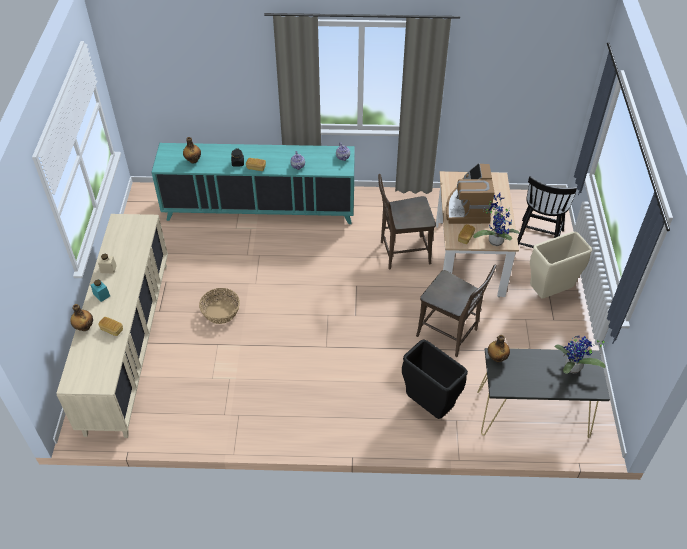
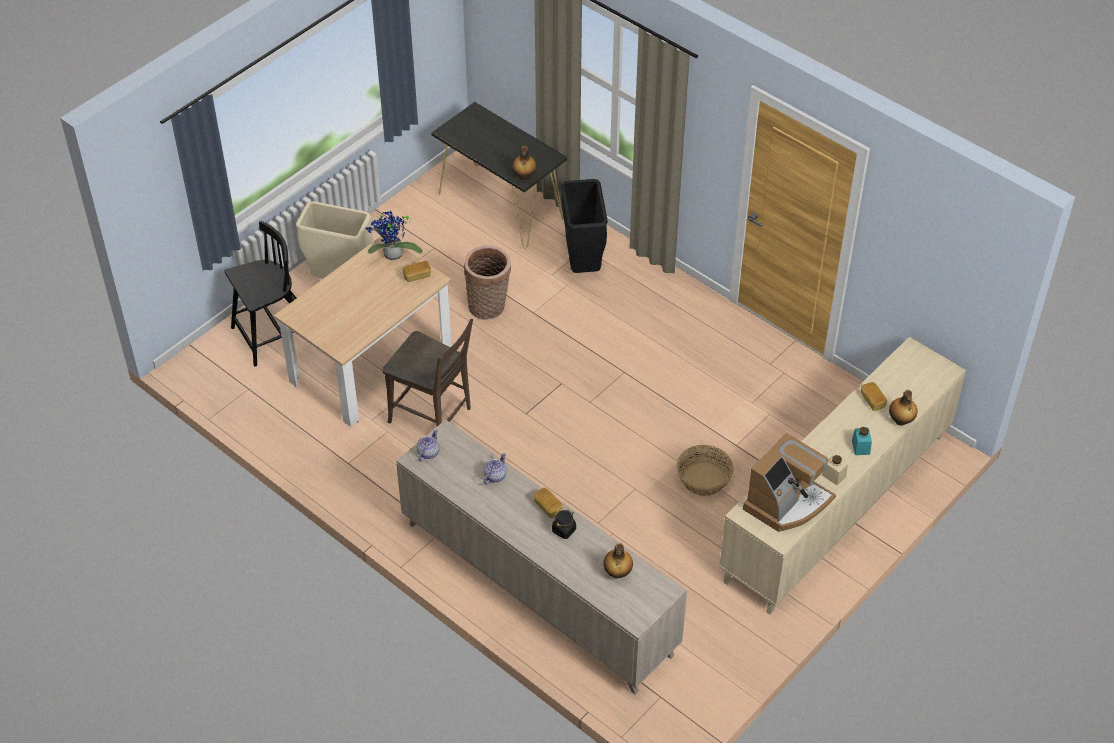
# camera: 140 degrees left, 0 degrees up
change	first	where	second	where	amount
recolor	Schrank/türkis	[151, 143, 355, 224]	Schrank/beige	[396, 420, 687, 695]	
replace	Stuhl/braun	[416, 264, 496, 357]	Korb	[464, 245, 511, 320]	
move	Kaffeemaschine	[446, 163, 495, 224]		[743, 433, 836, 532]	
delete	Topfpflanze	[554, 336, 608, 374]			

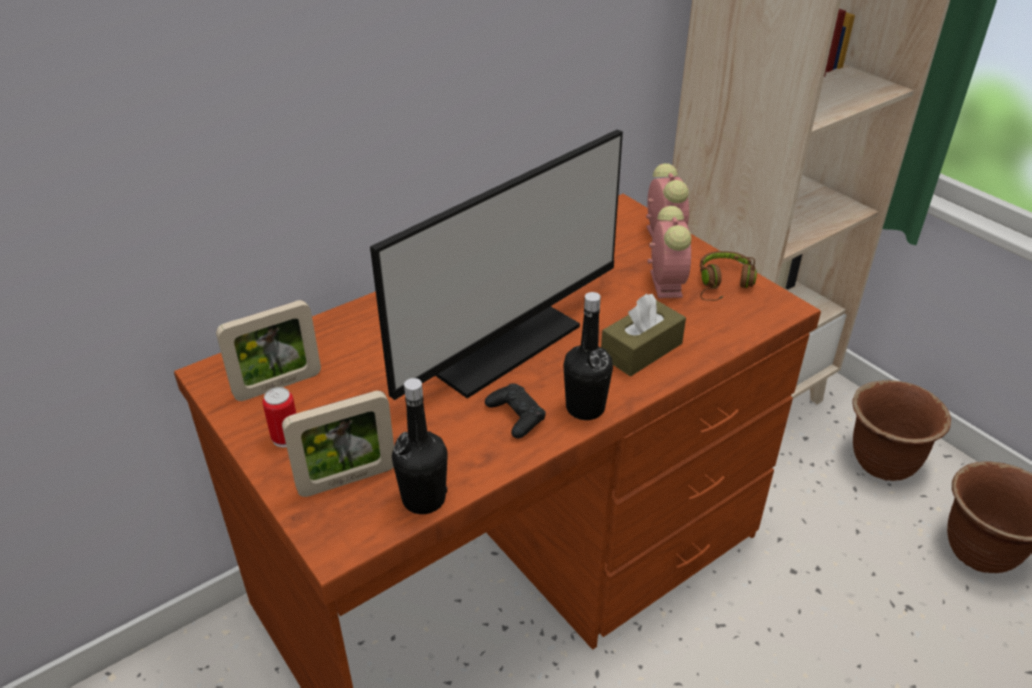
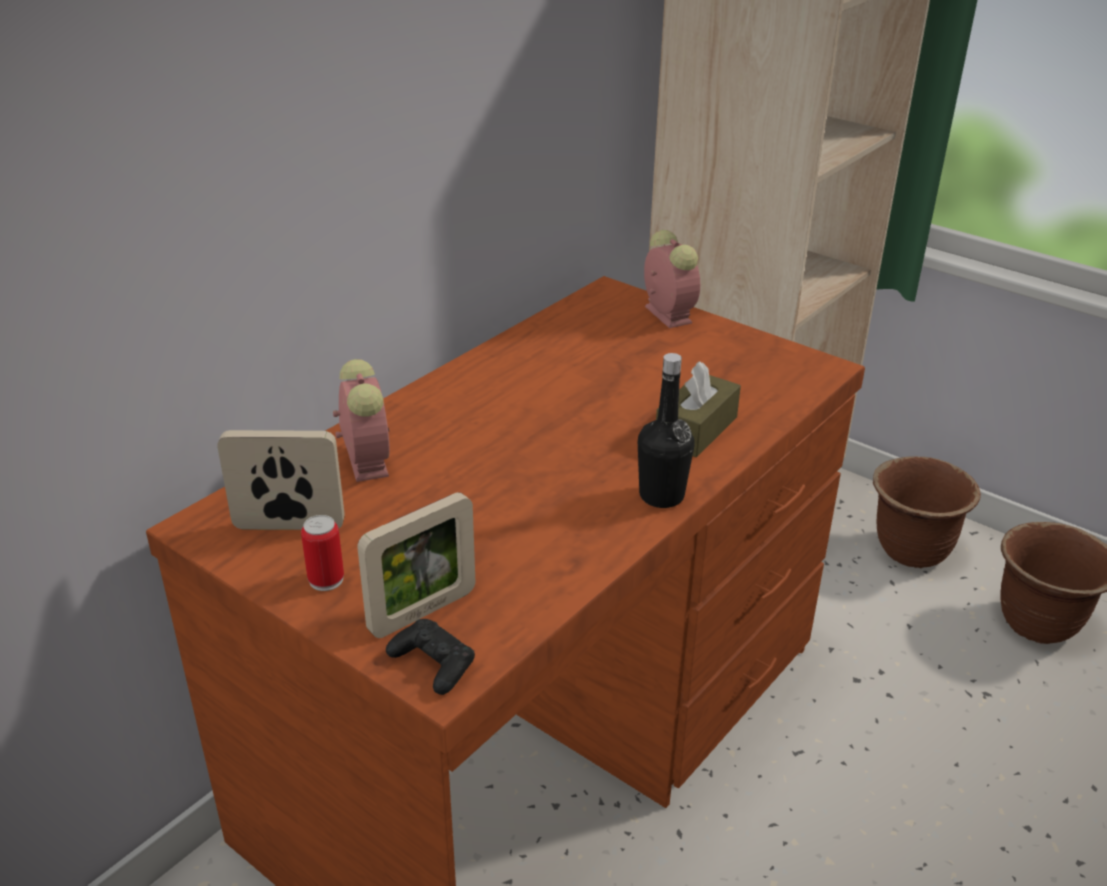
# camera: 15 degrees left, 5 degrees down
change	first	where	second	where	amount
rotate	Bilderrahmen	[216, 300, 321, 401]		[217, 430, 345, 530]	135 degrees counterclockwise
move	Wecker	[647, 206, 691, 298]		[333, 359, 390, 482]	
move	Gamepad/schwarz	[485, 384, 546, 439]		[386, 619, 475, 695]	
delete	Monitor	[370, 130, 623, 400]			
delete	Flasche/schwarz	[392, 378, 448, 514]			
delete	Kopfhörer/braun	[700, 251, 757, 301]			

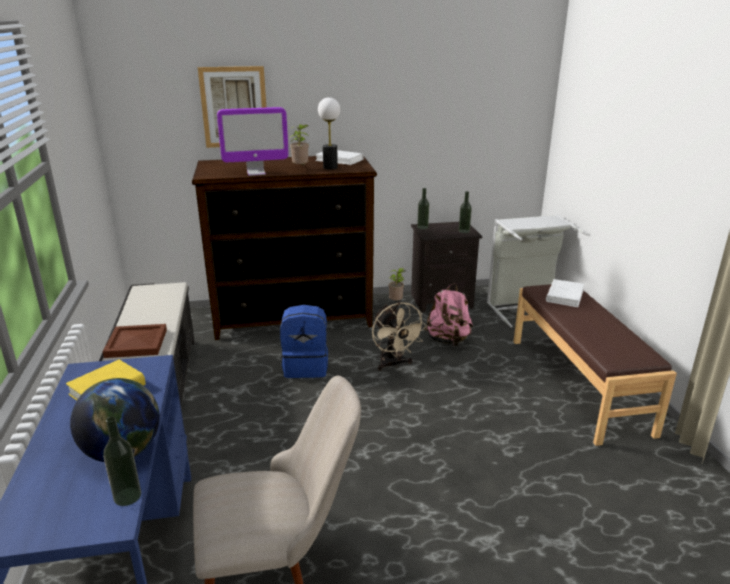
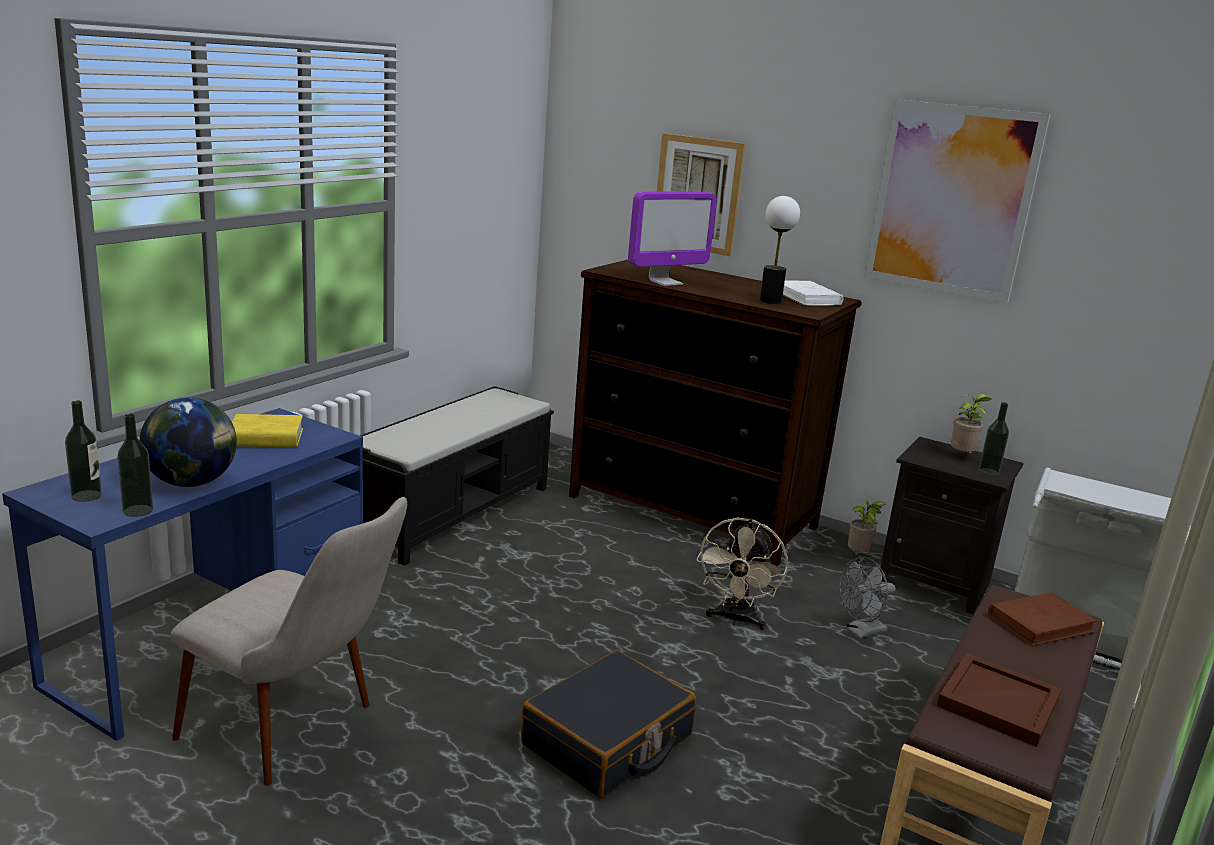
# camera: 40 degrees right, 5 degrees down
change	first	where	second	where	amount
move	Flasche	[417, 188, 429, 229]		[65, 401, 102, 502]	
insert			Koffer/schwarz	[521, 650, 696, 798]	
rotate	Monitor	[217, 107, 289, 176]		[628, 192, 717, 286]	60 degrees counterclockwise
replace	Rucksack/rosa	[424, 283, 473, 346]	Ventilator/grau	[839, 557, 896, 639]	
insert			Bild	[864, 99, 1050, 303]	
move	Tablett/braun	[103, 324, 167, 358]		[937, 653, 1062, 747]	
move	Topfpflanze	[289, 124, 309, 166]		[951, 394, 991, 453]	
recolor	Buch/weiß	[546, 279, 584, 307]	Buch/braun	[988, 592, 1097, 646]	
delete	Rucksack/blau	[280, 305, 328, 378]			

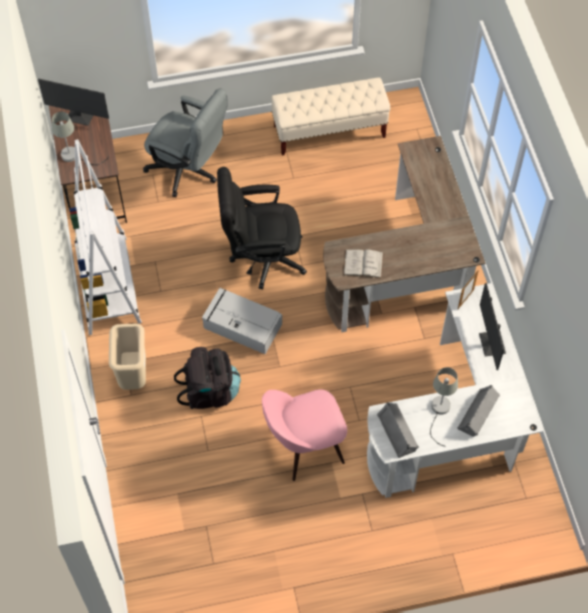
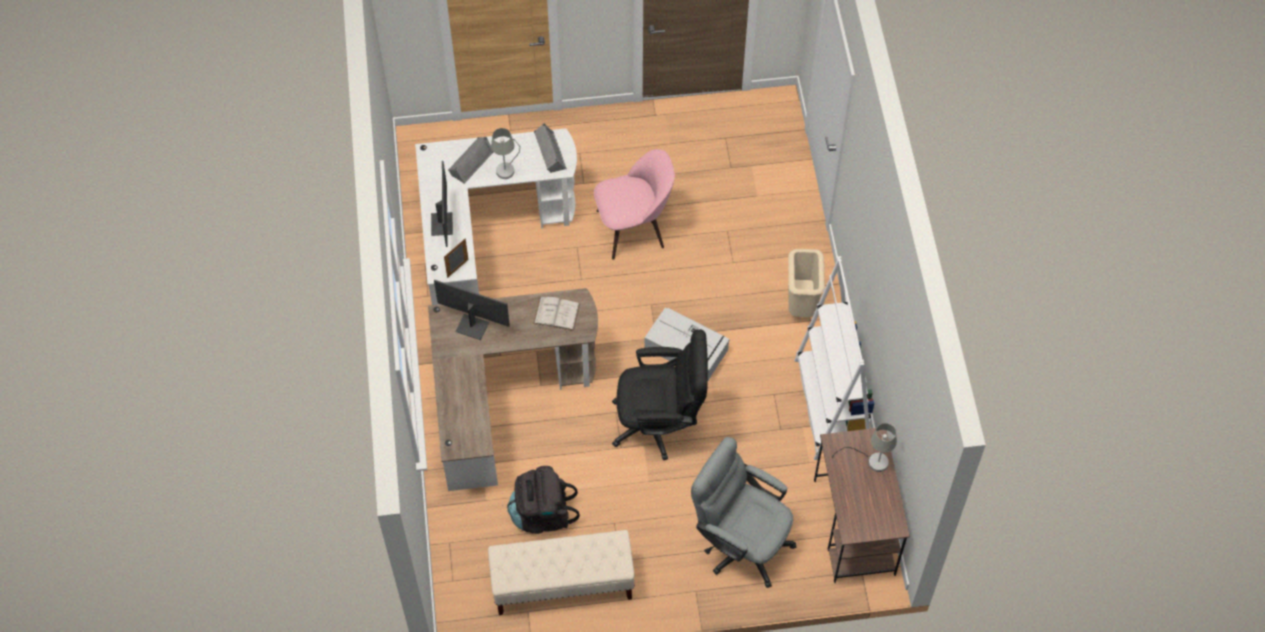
# camera: 175 degrees left, 0 degrees up
change	first	where	second	where	amount
move	Monitor	[38, 78, 109, 126]		[434, 280, 510, 340]	
move	Rucksack/schwarz	[174, 347, 241, 409]		[507, 466, 580, 534]	

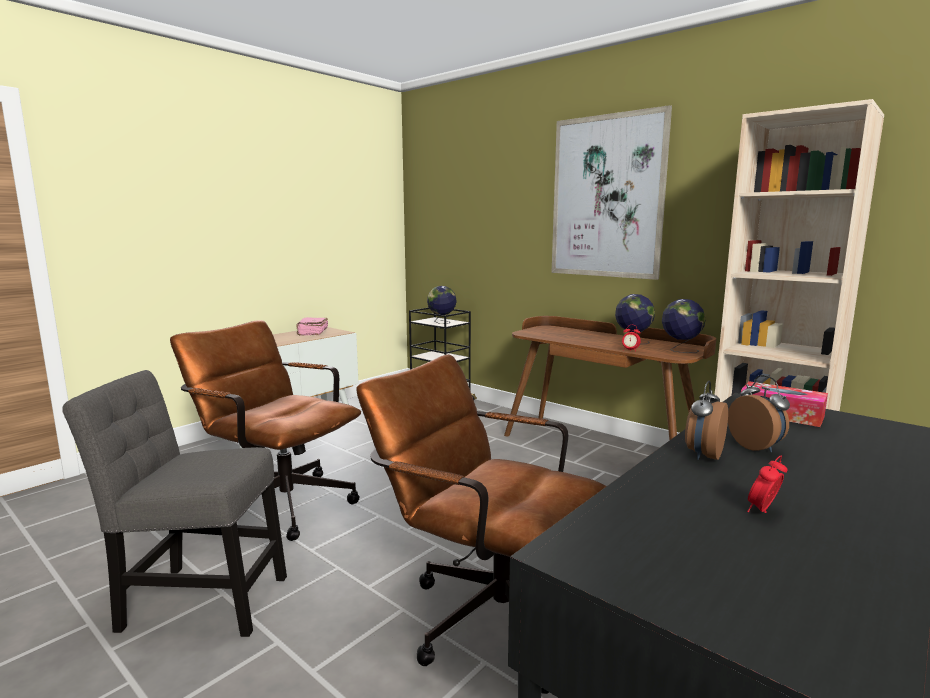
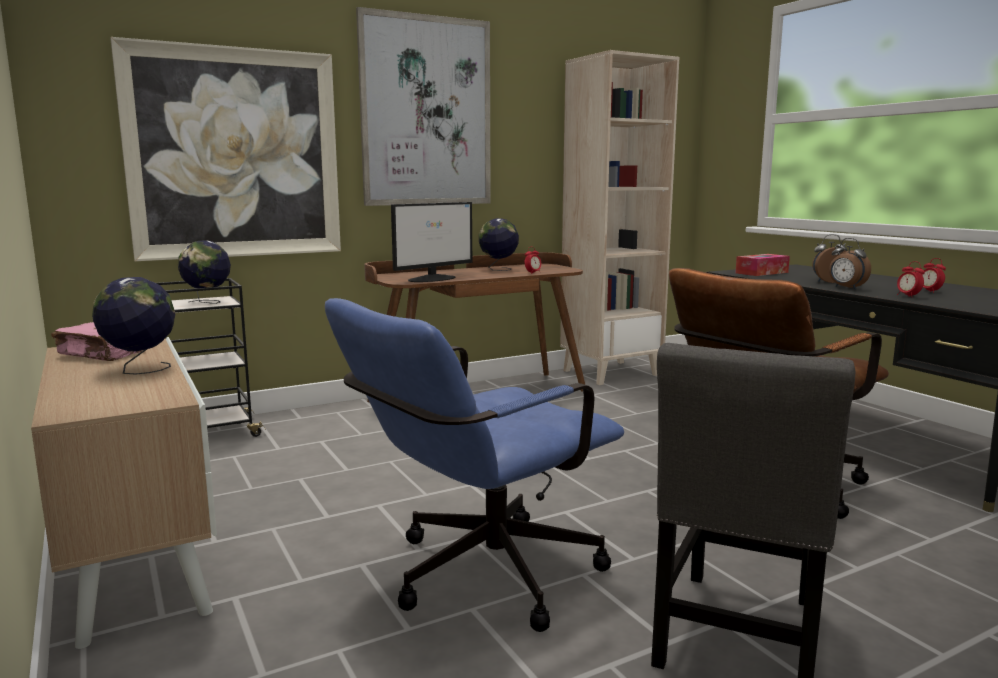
# camera: 70 degrees left, 0 degrees up
change	first	where	second	where	amount
move	Globus	[662, 299, 706, 353]		[92, 277, 176, 375]	
insert			Bild	[110, 37, 341, 261]	
recolor	Bürostuhl/braun	[170, 320, 361, 541]	Bürostuhl/blau	[325, 298, 624, 632]	
insert			Monitor	[391, 202, 472, 282]	
insert			Wecker	[897, 261, 925, 296]	

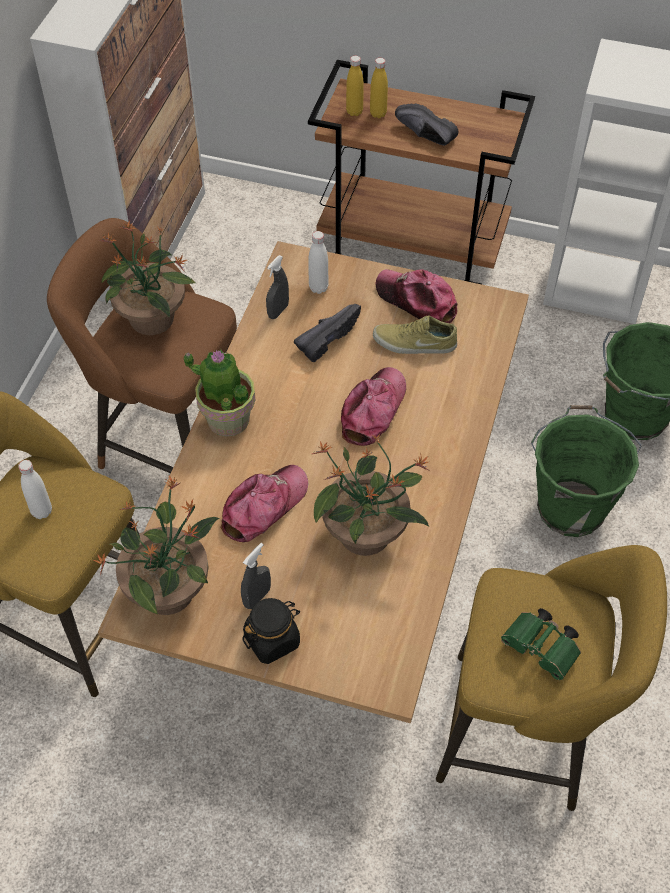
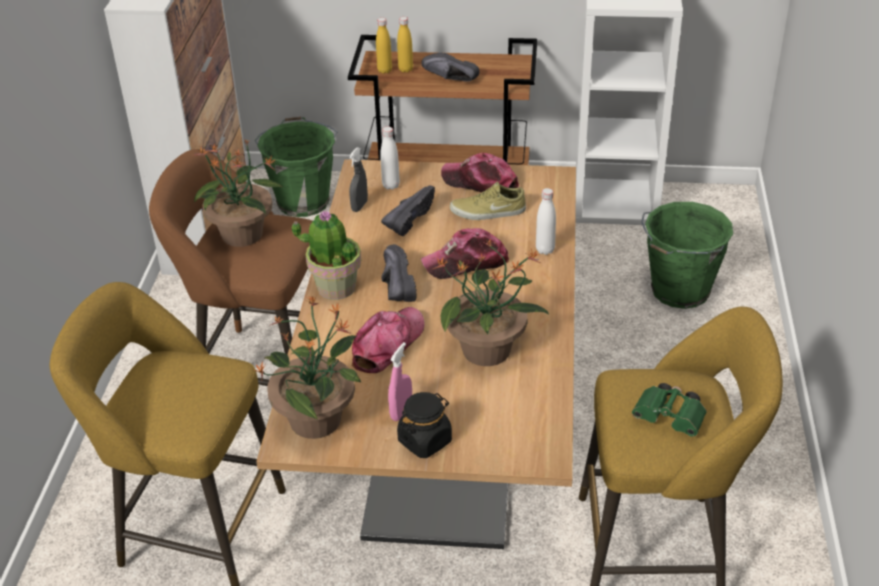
# camera: 10 degrees left, 15 degrees down
change	first	where	second	where	amount
move	Eimer/grün	[531, 405, 642, 537]		[255, 116, 337, 217]	
insert			Schuh/schwarz	[381, 244, 417, 302]	
recolor	Sprühflasche/grau	[241, 543, 271, 609]	Sprühflasche/rosa	[388, 342, 412, 421]	
rotate	Kappe	[341, 367, 406, 446]		[421, 228, 509, 279]	120 degrees counterclockwise
move	Flasche/weiß	[18, 460, 52, 519]		[536, 188, 556, 255]	

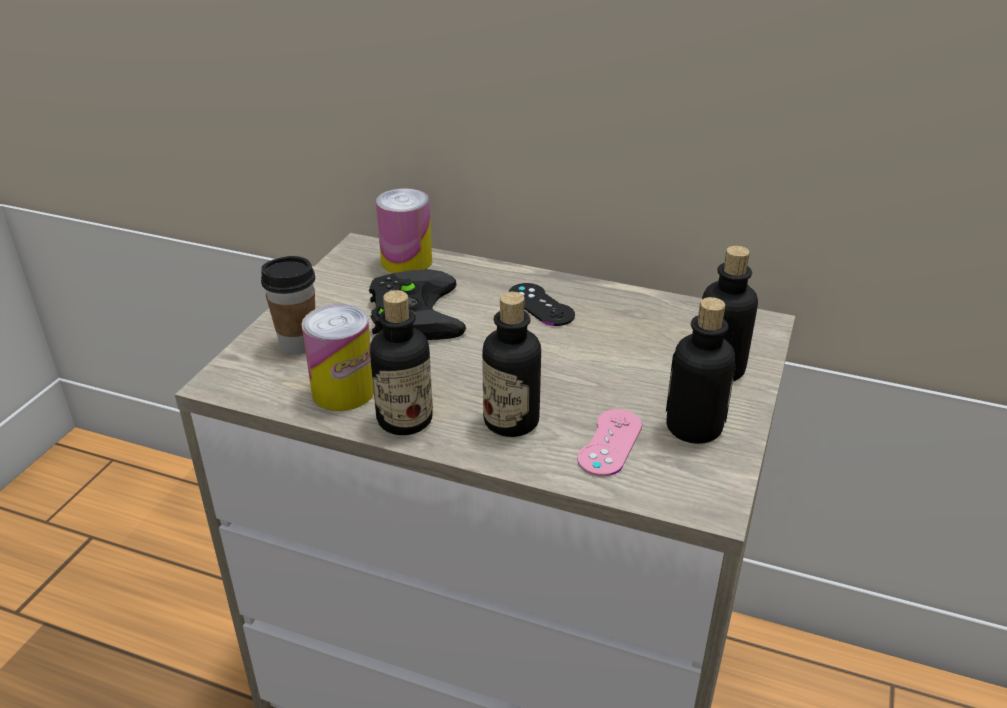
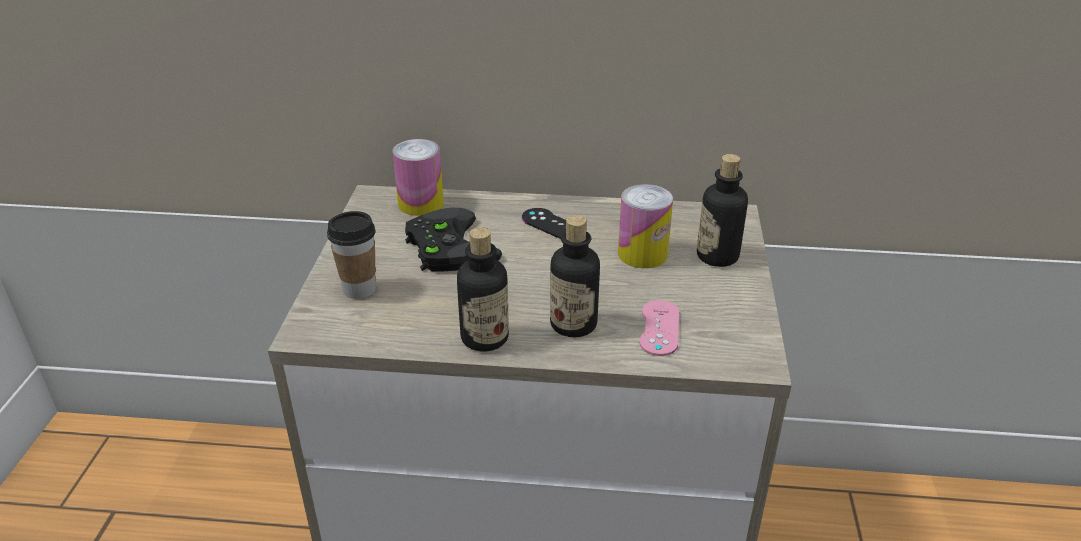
# camera: 15 degrees left, 0 degrees up
change	first	where	second	where	amount
move	Dose	[301, 304, 374, 411]		[618, 184, 673, 268]	
delete	Flasche	[666, 297, 736, 444]			

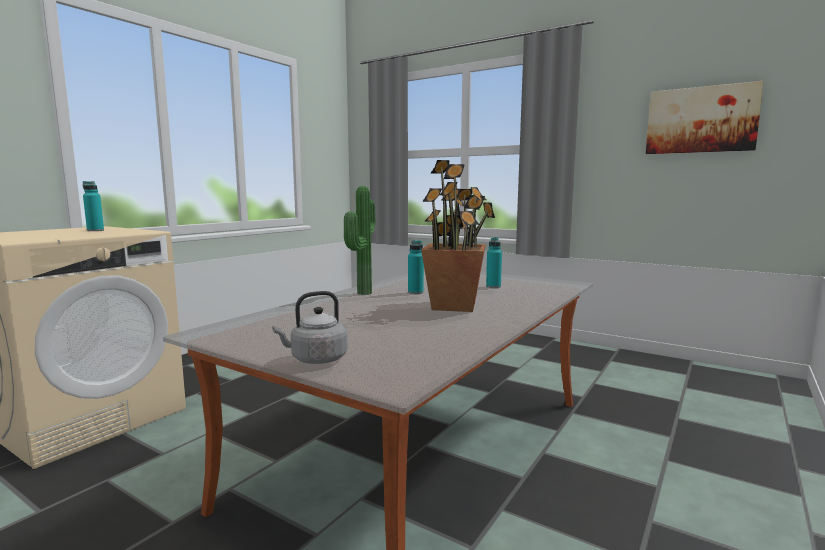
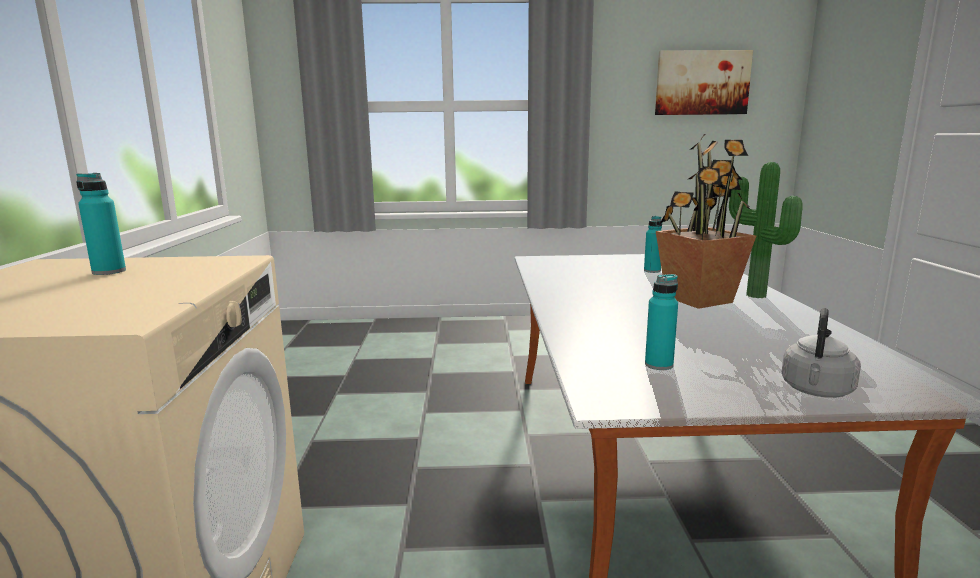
# camera: 35 degrees left, 5 degrees up
change	first	where	second	where	amount
move	Flasche/türkis	[408, 240, 424, 294]		[645, 274, 678, 370]	
move	Topfpflanze	[344, 186, 375, 295]		[729, 162, 803, 298]	

